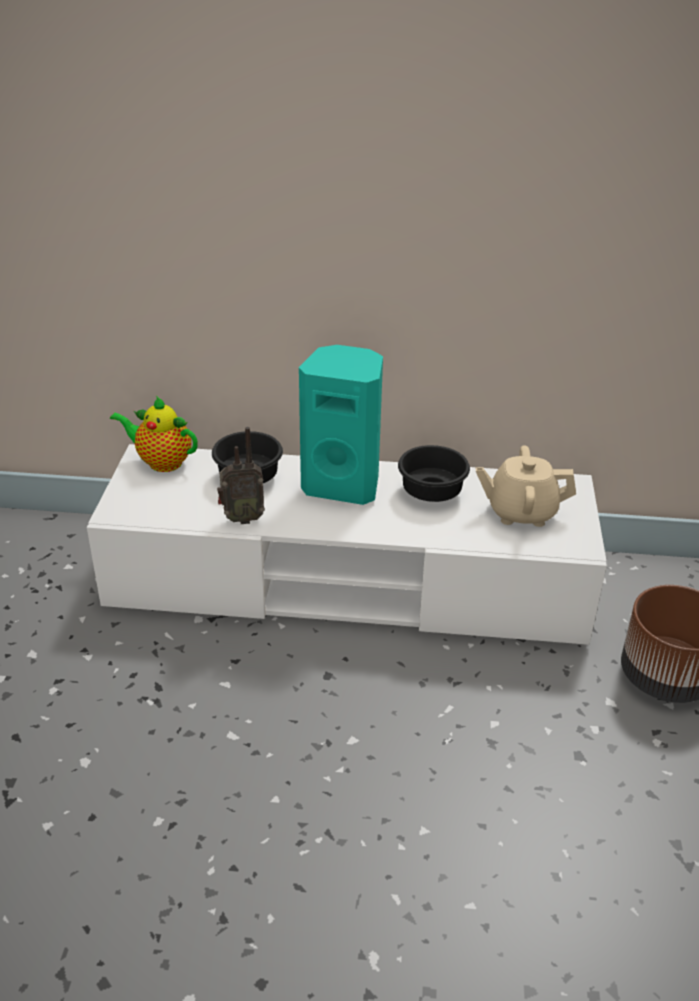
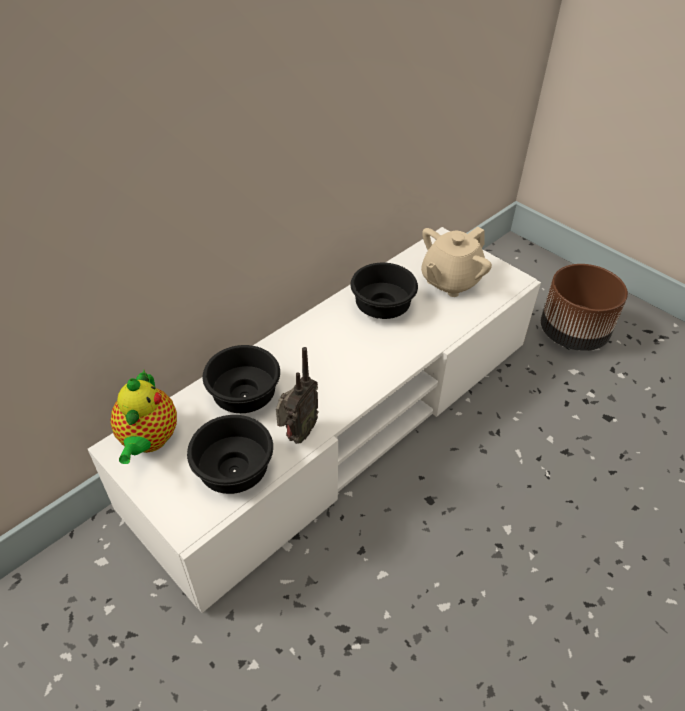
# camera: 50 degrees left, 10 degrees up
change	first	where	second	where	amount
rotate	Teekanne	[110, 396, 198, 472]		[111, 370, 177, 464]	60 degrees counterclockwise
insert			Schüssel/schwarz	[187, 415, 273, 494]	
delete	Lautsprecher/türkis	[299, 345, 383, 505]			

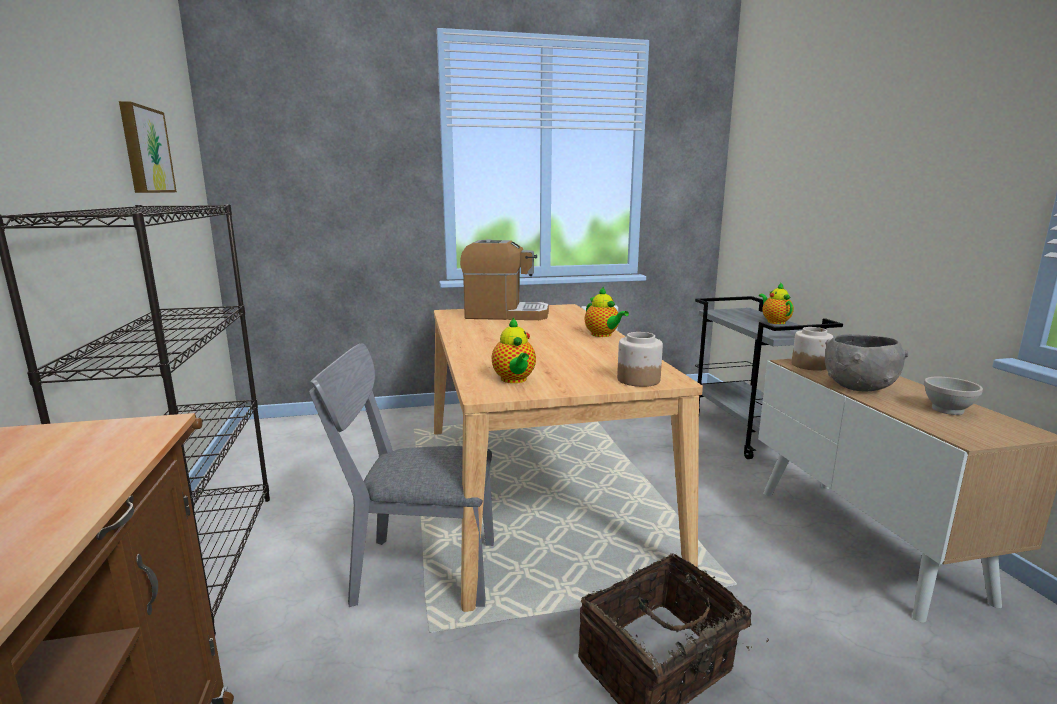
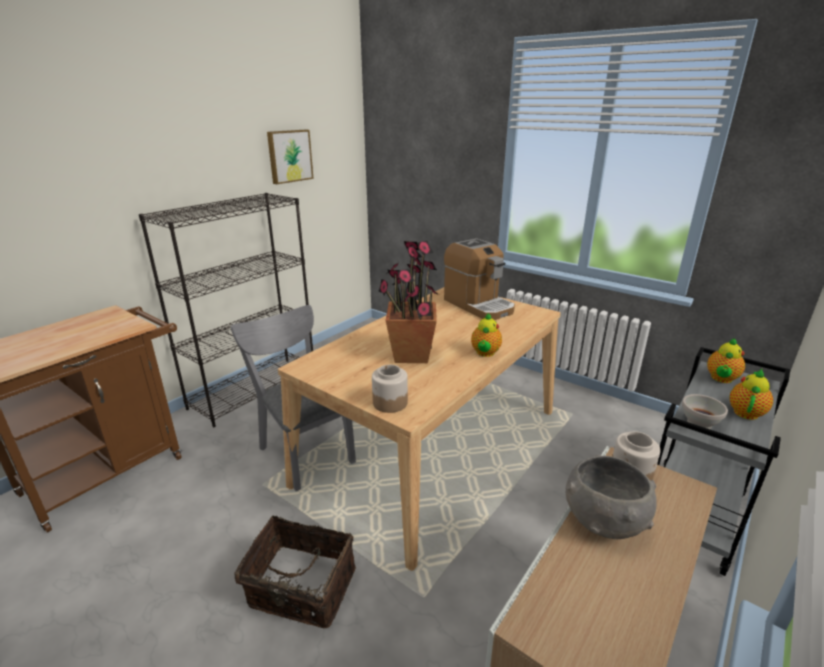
# camera: 50 degrees right, 10 degrees up
change	first	where	second	where	amount
insert			Topfpflanze	[378, 241, 439, 363]	
move	Schüssel/weiß	[924, 376, 983, 415]		[682, 394, 728, 429]	
move	Teekanne	[492, 317, 536, 383]		[707, 338, 745, 383]	

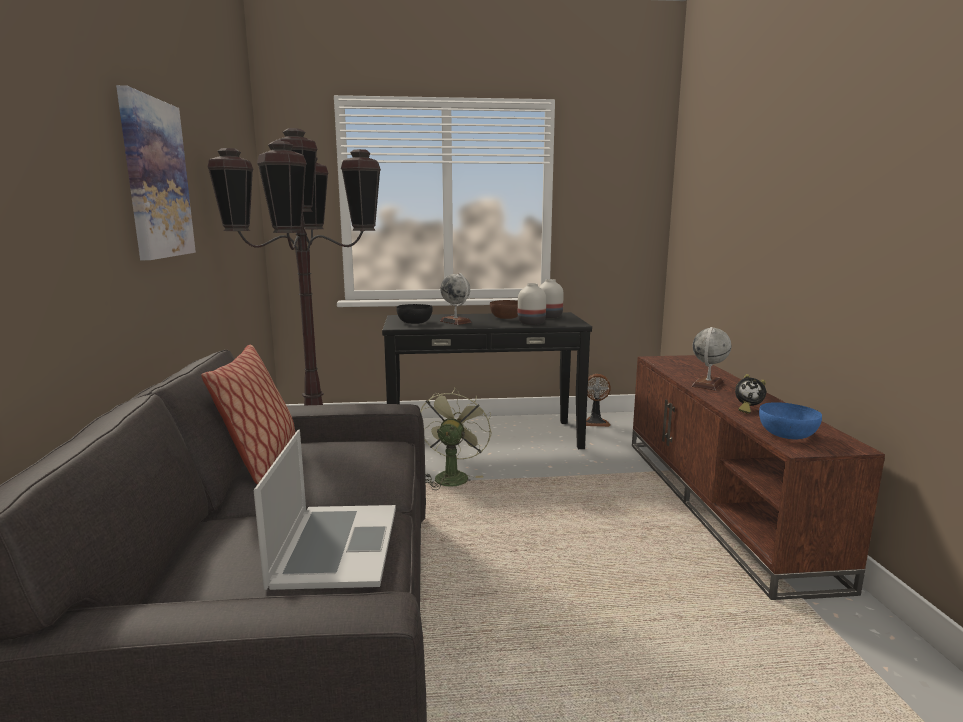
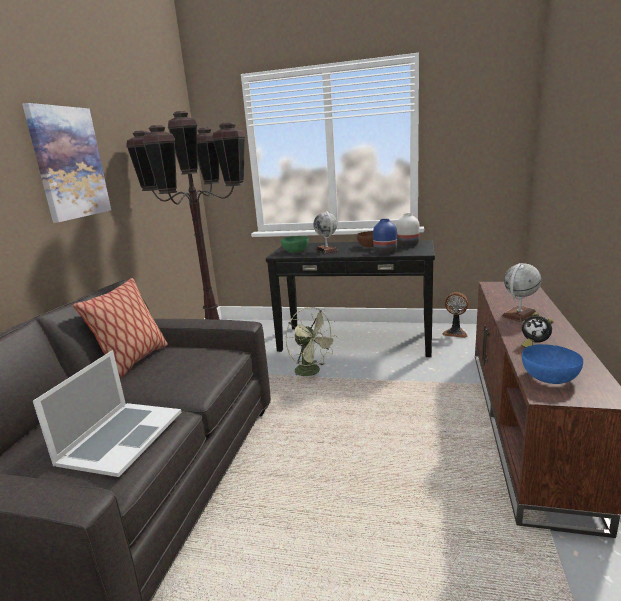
# camera: 20 degrees right, 5 degrees up
change	first	where	second	where	amount
recolor	Schüssel/schwarz	[396, 304, 433, 324]	Schüssel/grün	[281, 236, 309, 252]	
rotate	Ventilator/grün	[420, 388, 492, 490]		[286, 307, 338, 382]	105 degrees clockwise
recolor	Vase/weiß	[518, 283, 546, 325]	Vase/blau	[373, 219, 397, 254]	

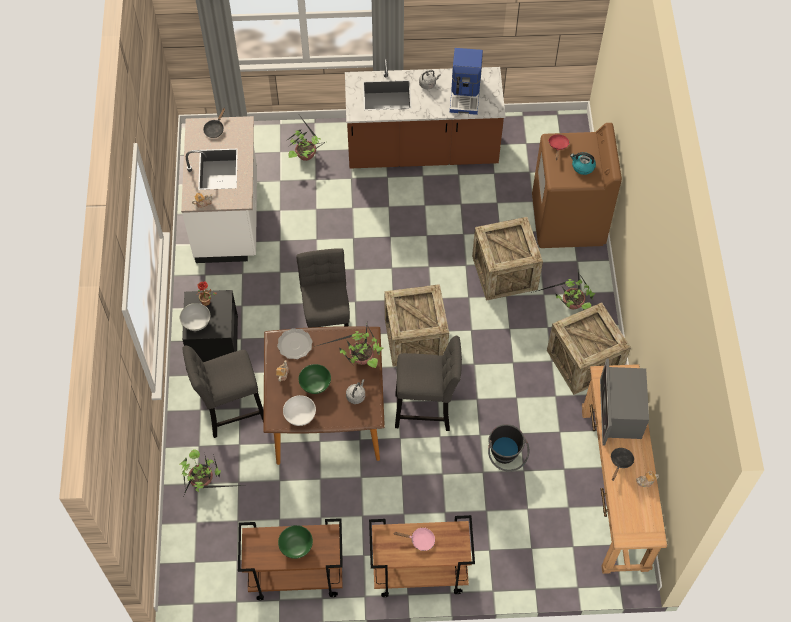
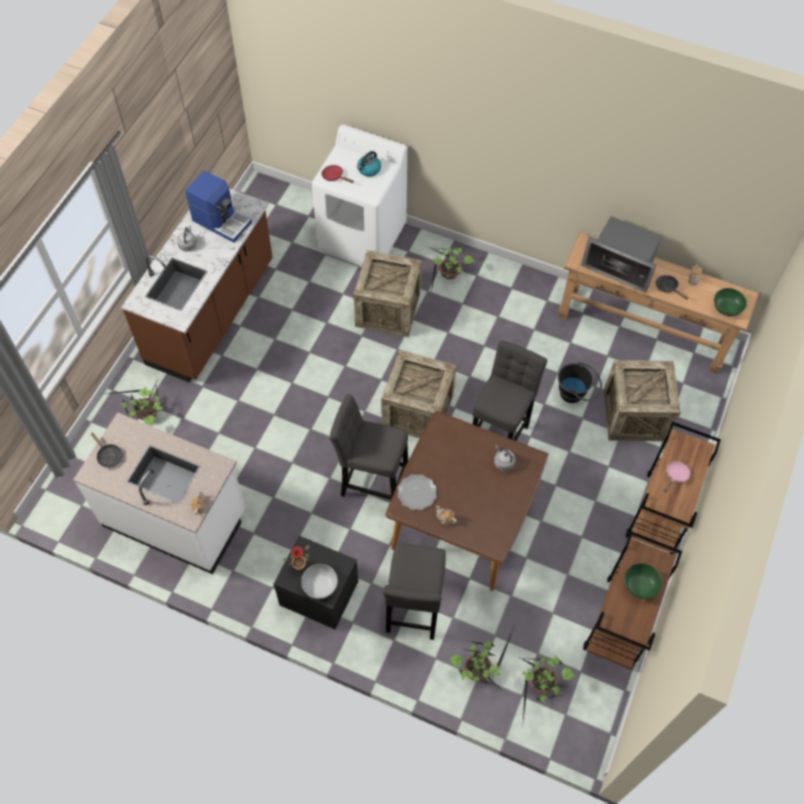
# camera: 65 degrees left, 0 degrees up
change	first	where	second	where	amount
recolor	Waschmaschine/braun	[532, 123, 622, 248]	Waschmaschine/weiß	[312, 124, 407, 267]	
move	Topfpflanze	[314, 325, 383, 368]		[517, 655, 574, 721]	
move	Kiste	[547, 302, 631, 395]		[604, 360, 681, 441]	
move	Schüssel/grün	[299, 364, 331, 394]		[714, 288, 747, 316]	
delete	Schüssel/weiß	[283, 395, 316, 426]			

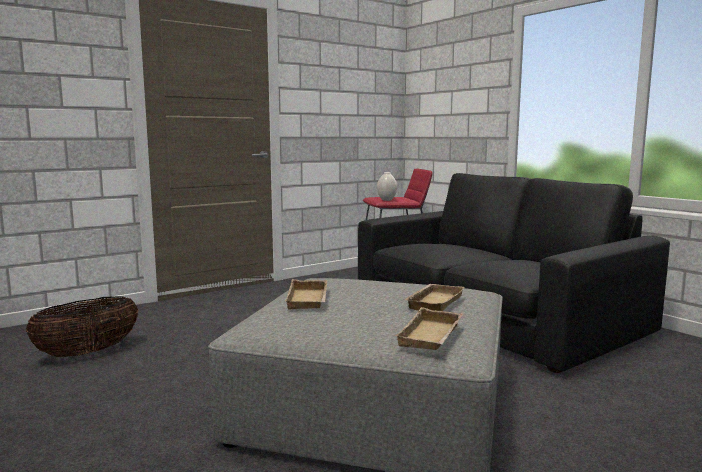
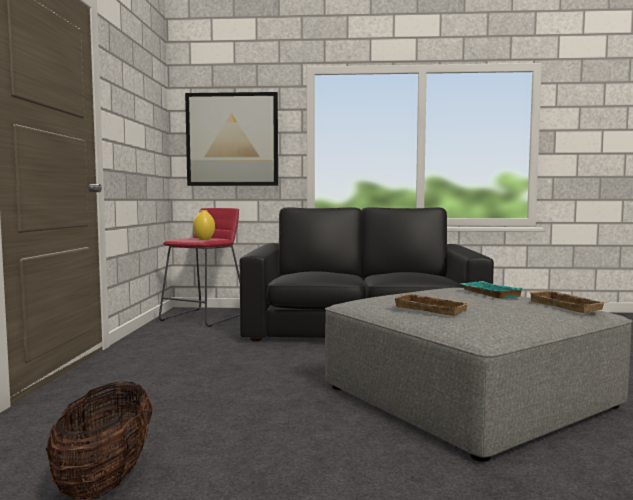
# camera: 50 degrees left, 5 degrees down
change	first	where	second	where	amount
insert			Bild	[185, 92, 278, 186]	
recolor	Vase/weiß	[377, 172, 397, 201]	Vase/gelb	[193, 210, 215, 240]	
recolor	Tablett/beige	[404, 284, 464, 311]	Tablett/türkis	[461, 281, 523, 299]	

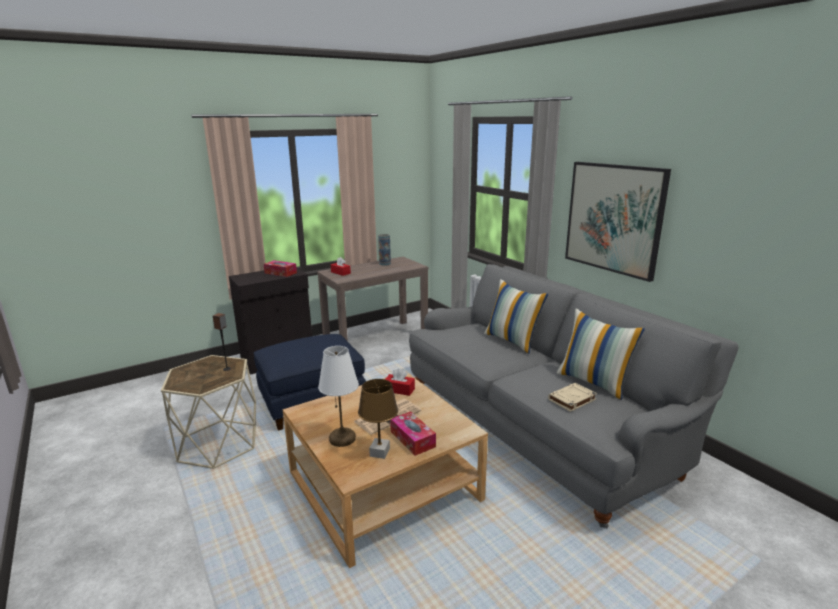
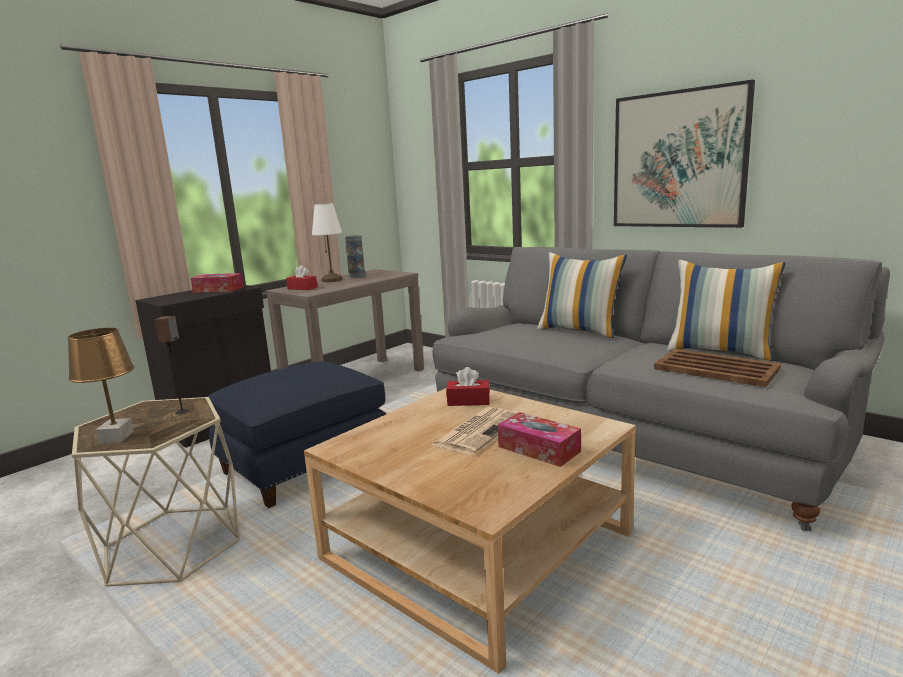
# camera: 15 degrees left, 5 degrees down
change	first	where	second	where	amount
move	Tischlampe/braun	[358, 379, 398, 459]		[68, 328, 134, 443]	
move	Tischlampe/weiß	[318, 346, 359, 447]		[312, 203, 342, 282]	
replace	Buch/beige	[548, 383, 597, 412]	Tablett/braun	[654, 349, 781, 387]	

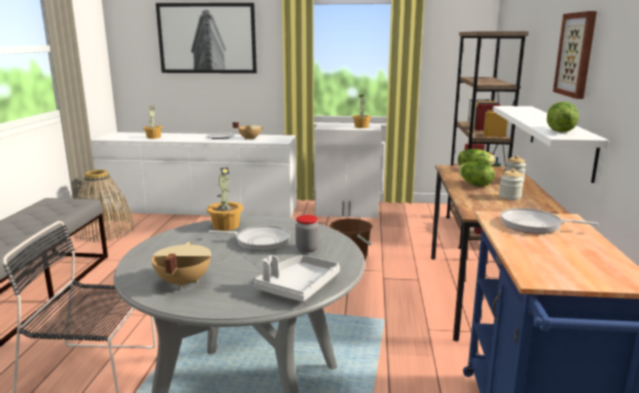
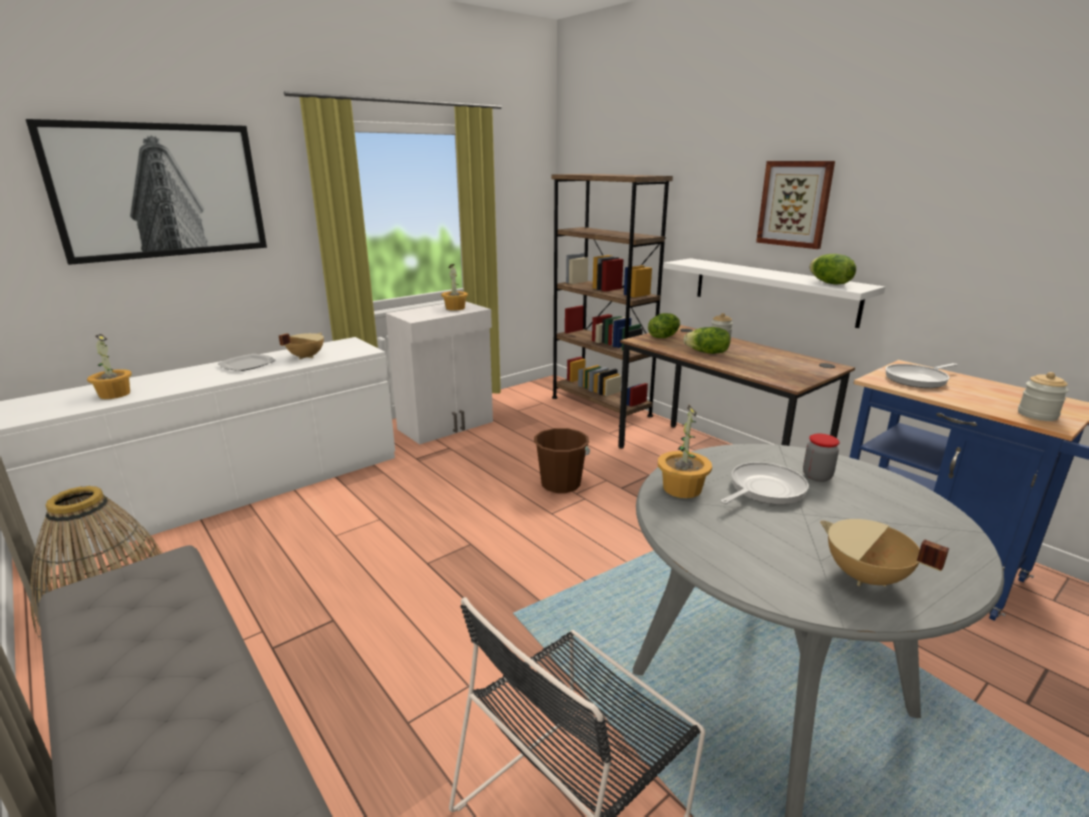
# camera: 45 degrees left, 5 degrees up
change	first	where	second	where	amount
move	Vorratsglas	[499, 168, 524, 200]		[1018, 372, 1069, 421]	
delete	Tablett/grau	[254, 255, 340, 302]			

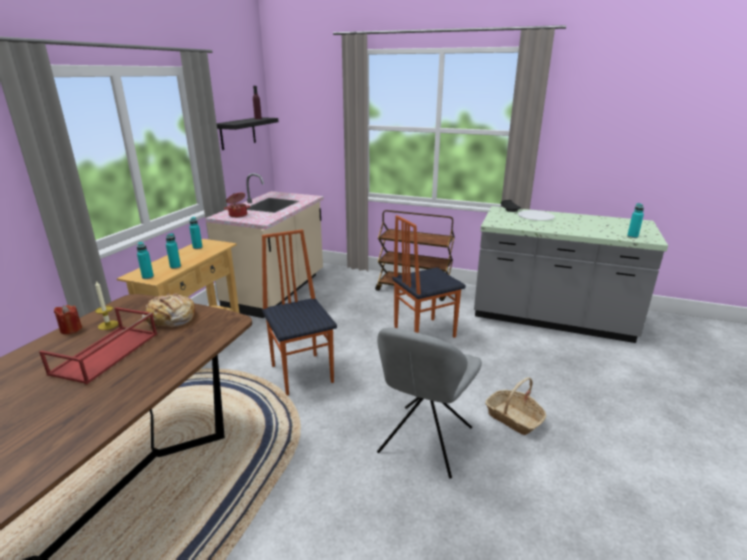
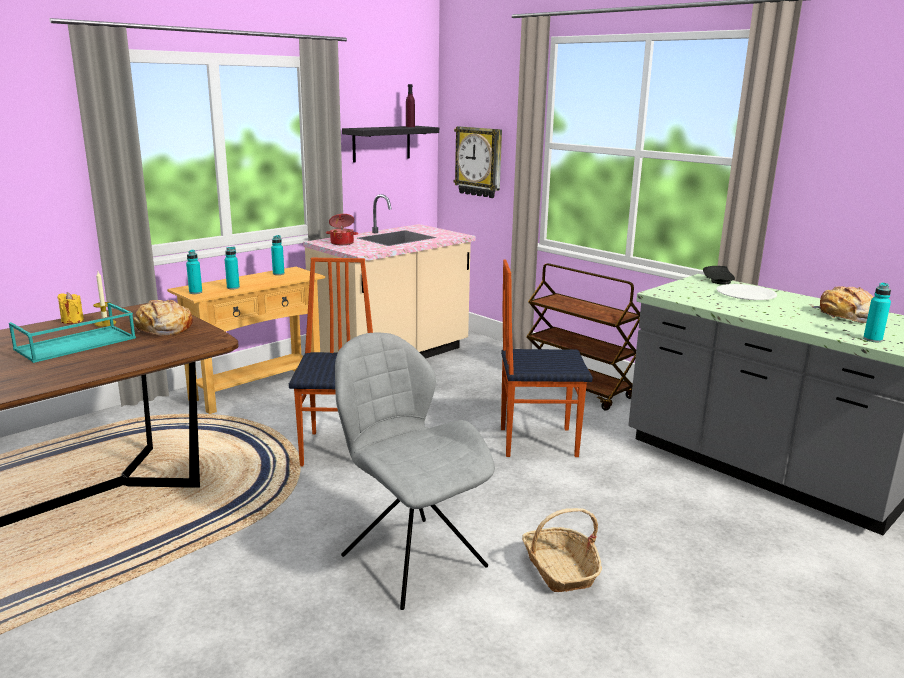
# camera: 25 degrees right, 5 degrees down
change	first	where	second	where	amount
recolor	Tablett/rot	[39, 307, 157, 384]	Tablett/türkis	[9, 303, 136, 363]	
recolor	Kerze/rot	[54, 305, 82, 334]	Kerze/gelb	[57, 292, 84, 324]	
rotate	Stuhl/grau	[377, 327, 482, 478]		[335, 333, 495, 610]	90 degrees clockwise
insert			Wanduhr	[453, 126, 502, 198]	
insert			Brot	[810, 286, 873, 323]	

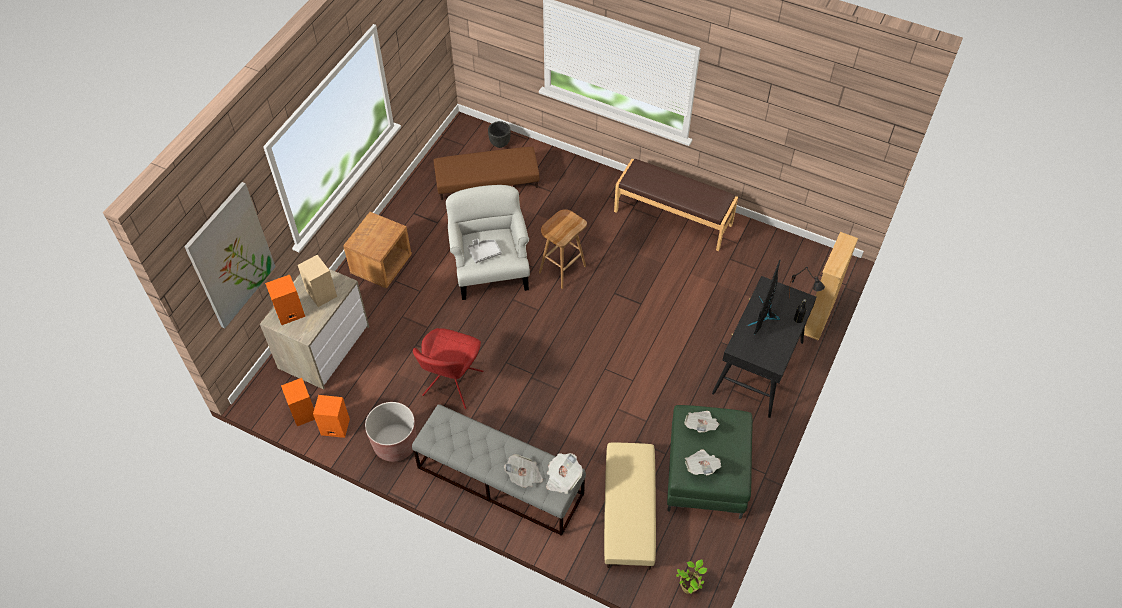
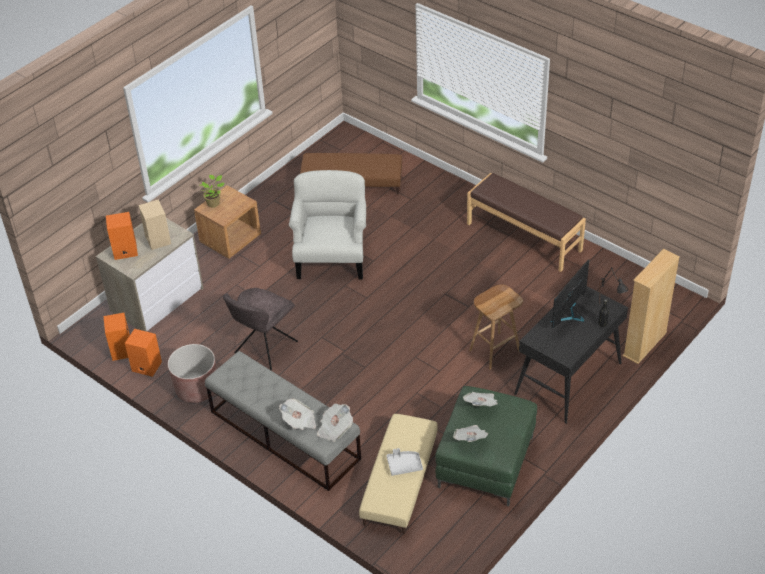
# camera: 15 degrees right, 10 degrees down
change	first	where	second	where	amount
move	Topfpflanze	[676, 559, 707, 594]		[200, 175, 225, 207]	
recolor	Stuhl/rot	[413, 328, 484, 409]	Stuhl/grau	[223, 288, 298, 370]	
move	Tablett/grau	[467, 239, 502, 263]		[386, 448, 423, 476]	
move	Hocker/braun	[539, 209, 587, 289]		[469, 284, 523, 370]	
delete	Bild	[184, 182, 276, 328]			
delete	Pflanzkübel/schwarz	[488, 121, 511, 148]			

